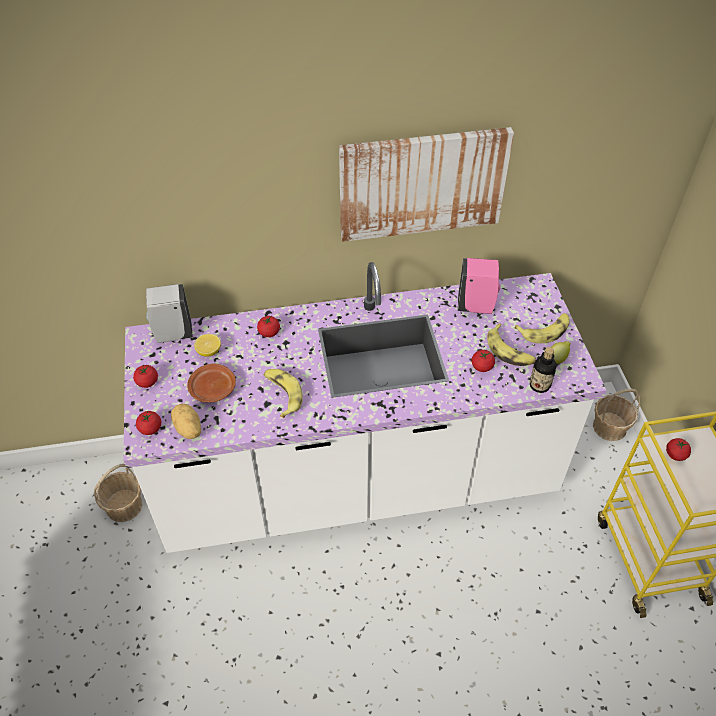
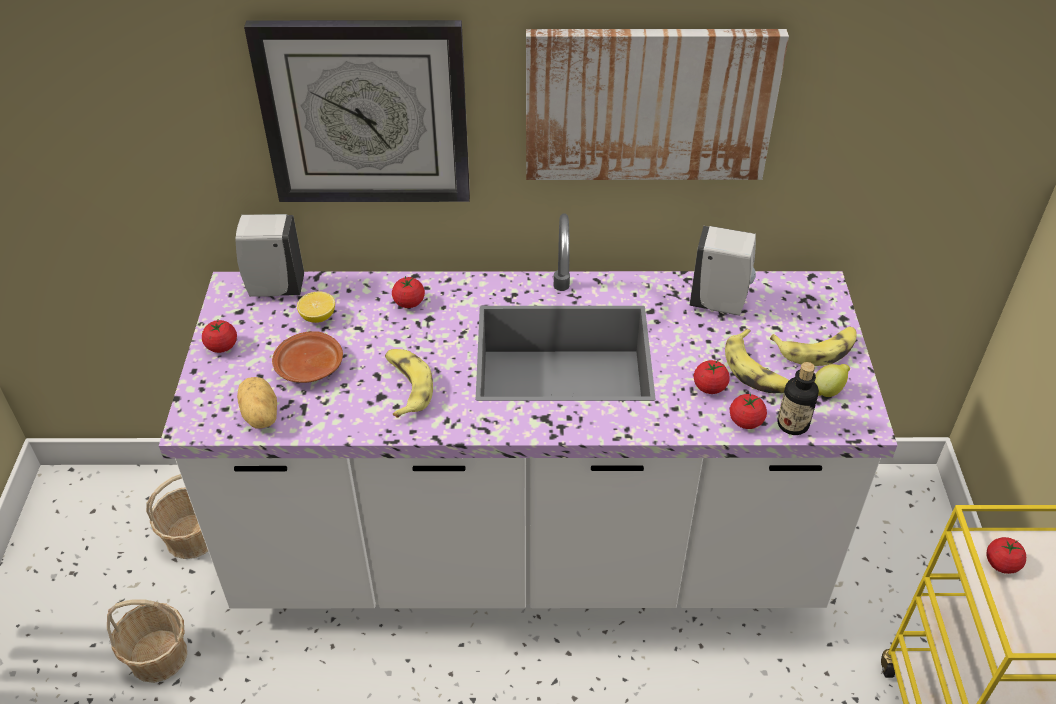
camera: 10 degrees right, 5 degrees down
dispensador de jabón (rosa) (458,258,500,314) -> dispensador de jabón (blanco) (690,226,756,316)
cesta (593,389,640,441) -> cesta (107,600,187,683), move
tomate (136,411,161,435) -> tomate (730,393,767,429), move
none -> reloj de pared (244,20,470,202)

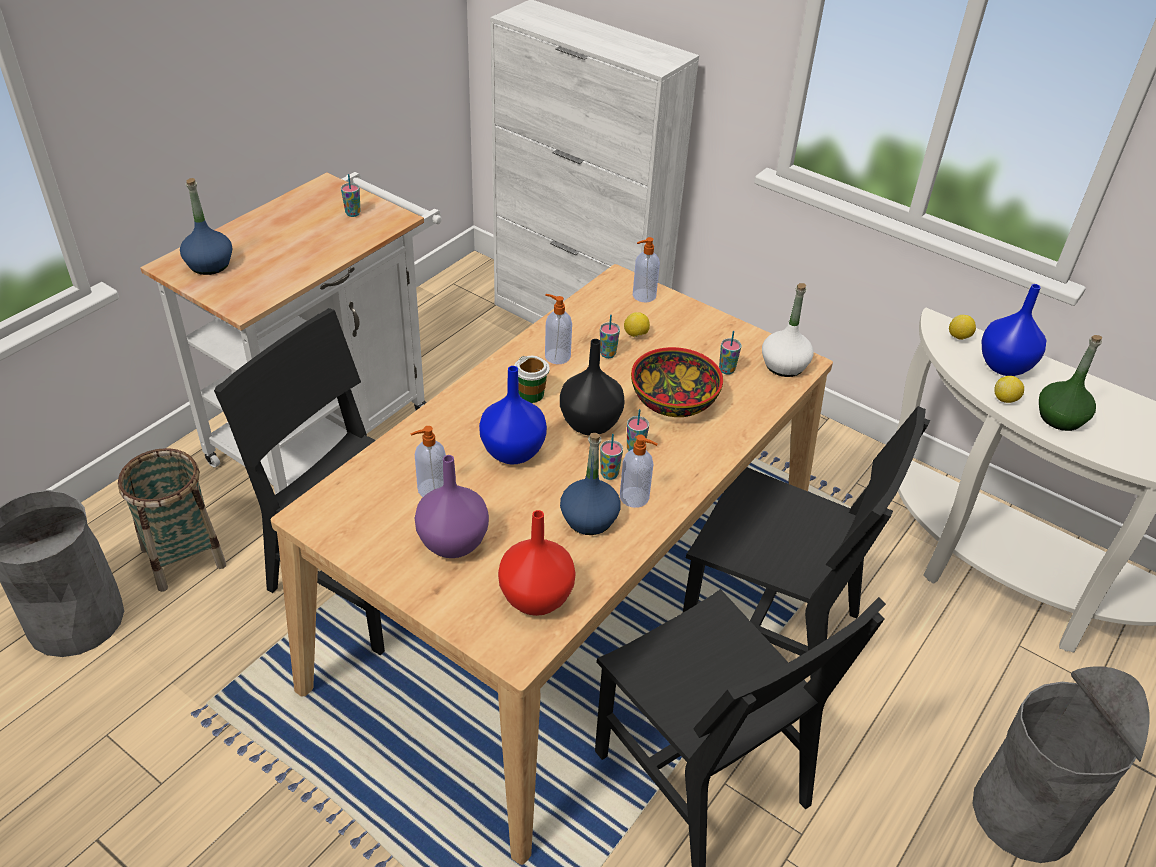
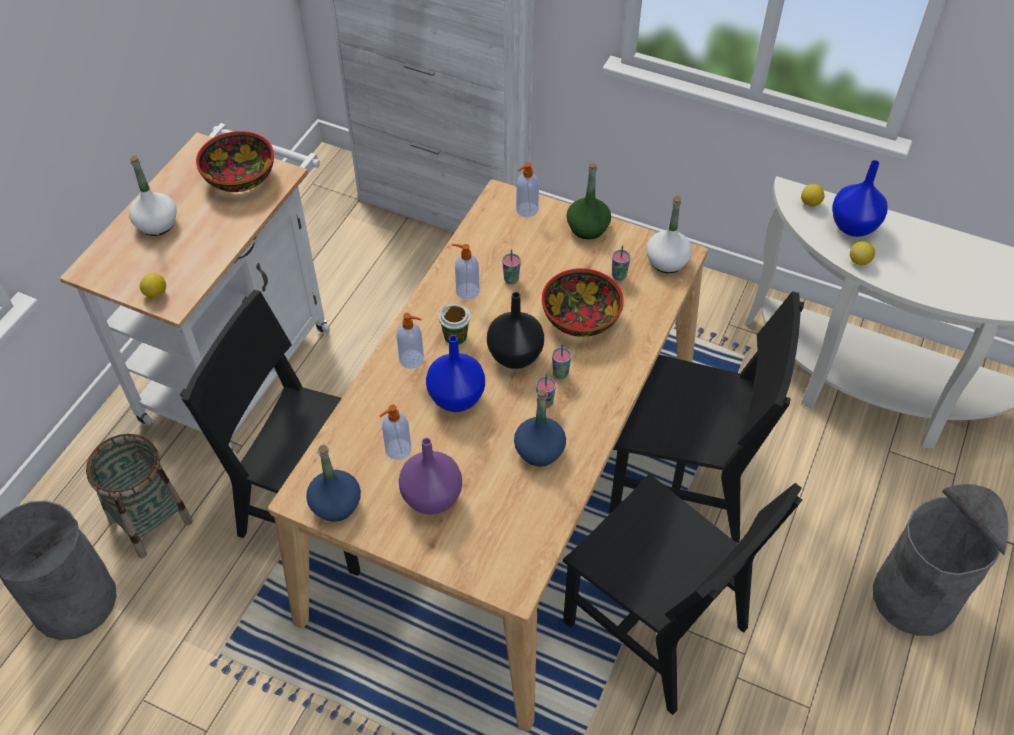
camera: 10 degrees left, 10 degrees up
taza (341,174,361,217) -> cuenco (196,131,274,192)
botella (azul) (180,178,232,275) -> botella (azul) (306,445,361,522), move
limón (624,312,650,337) -> limón (140,273,166,298), move
botella (verde) (1039,335,1102,431) -> botella (verde) (566,163,611,239), move
dispensador de jabón (620,435,658,508) -> dispensador de jabón (396,313,424,369), move
florero (rojo) (498,510,576,616) -> none
none -> botella (blanco) (129,155,177,236)

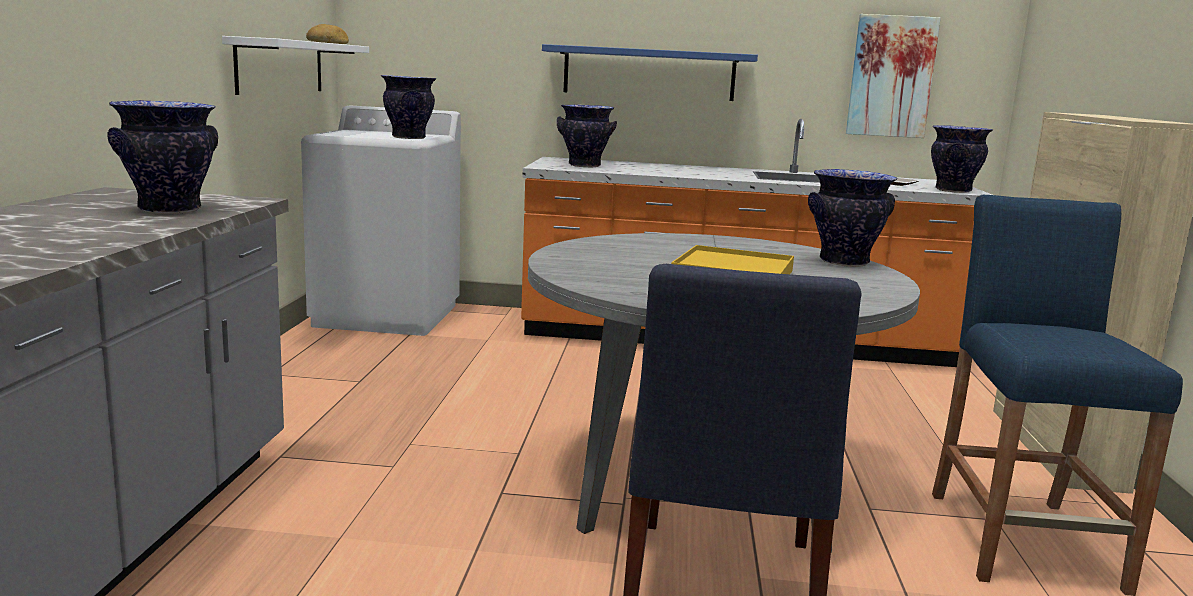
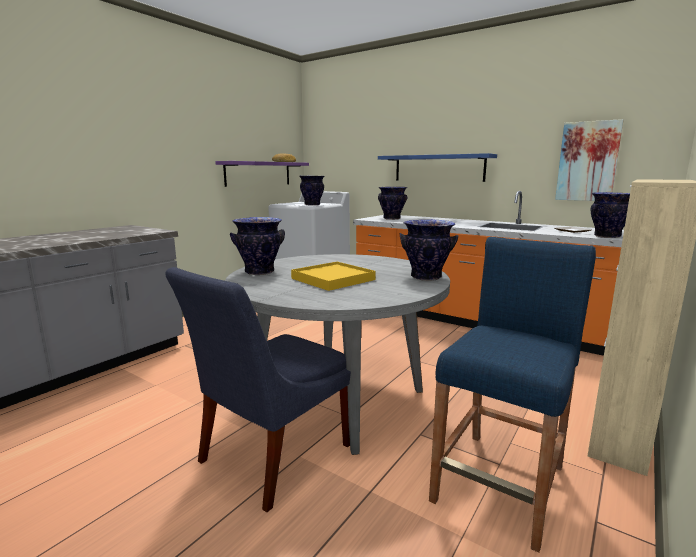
camera: 30 degrees right, 0 degrees up
estante (blanco) (222,36,369,95) -> estante (morado) (215,161,309,187)
florero (107,100,218,214) -> florero (230,217,285,275), move

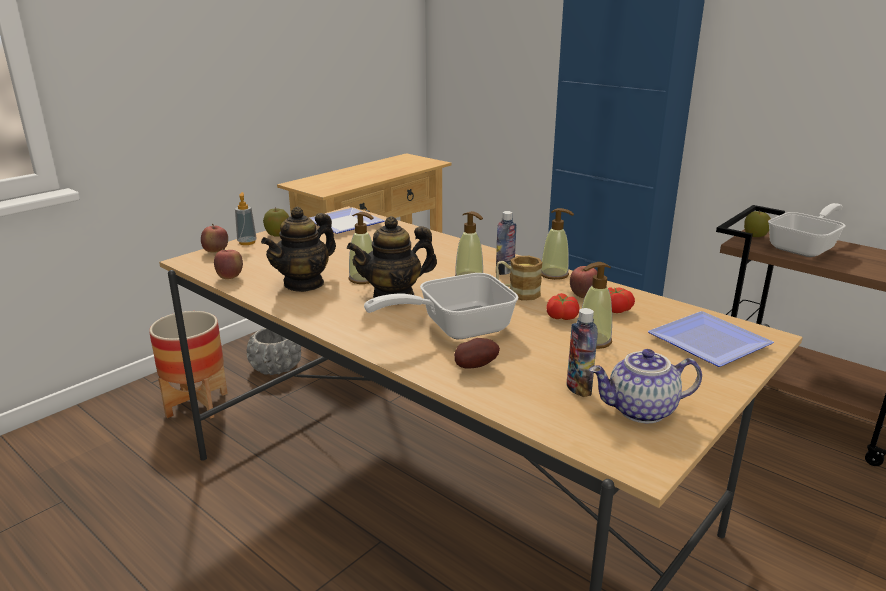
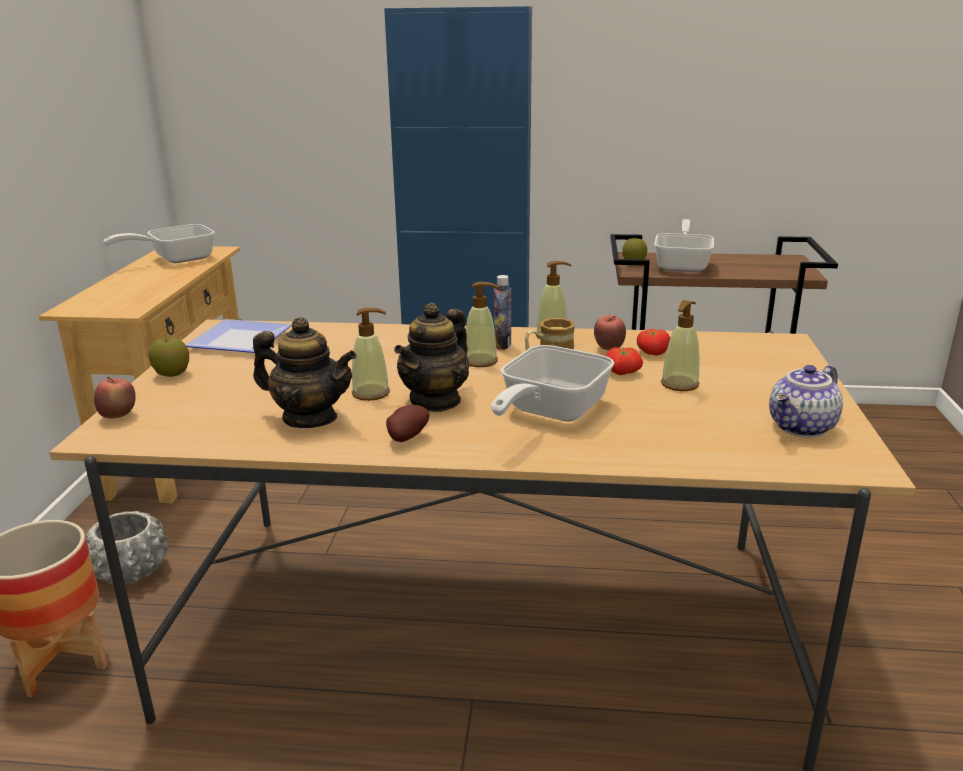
camera: 35 degrees left, 0 degrees up
dispensador de jabón (235,192,257,245) -> none
tetera (261,206,336,292) -> tetera (253,317,357,428), 75 degrees counterclockwise
manzana (214,249,243,279) -> none
botella (566,308,598,397) -> none
plato (648,311,774,367) -> none
patata (454,338,500,369) -> patata (386,405,430,442), move
none -> sartén (103,224,215,263)

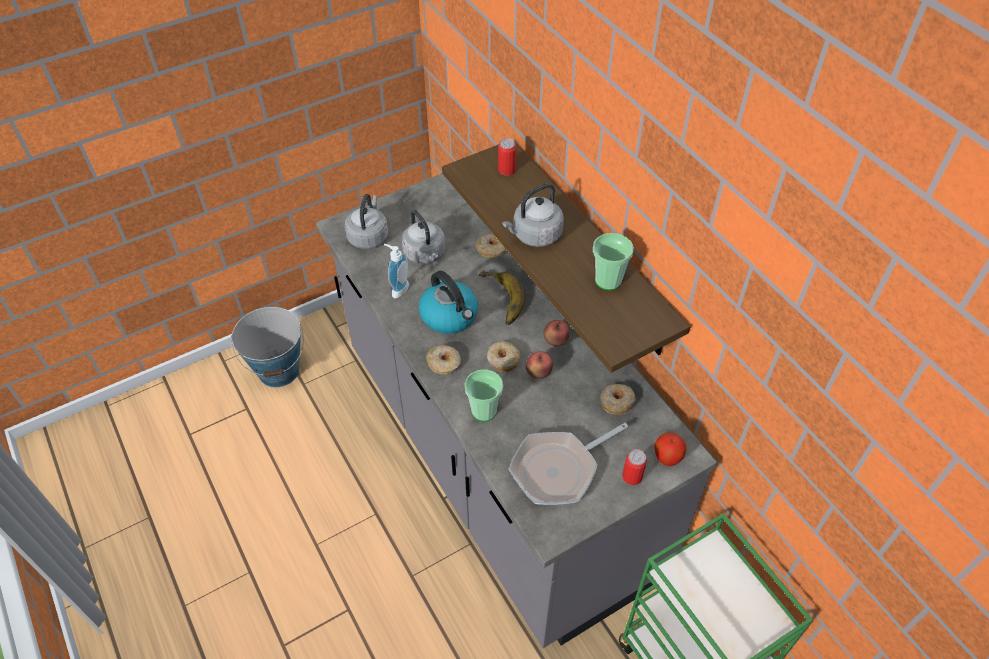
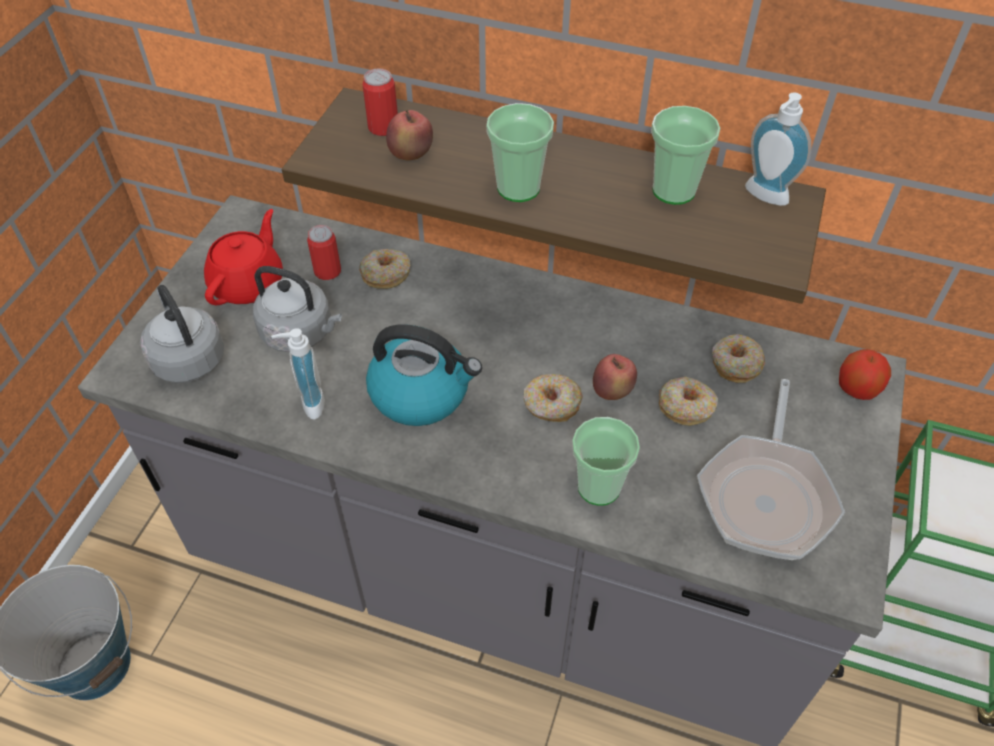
camera: 40 degrees left, 0 degrees up
hervidor (gris) (502,183,564,247) -> taza (486,103,554,202)
plátano (479,270,525,325) -> none
manzana (543,320,570,346) -> manzana (386,110,433,161), move
rosquilla (426,345,461,375) -> rosquilla (659,377,718,426), move
lata (622,449,647,485) -> lata (307,225,341,280), move
none -> dispensador de jabón (745,92,811,206)
none -> tetera (rojo) (204,209,283,305)

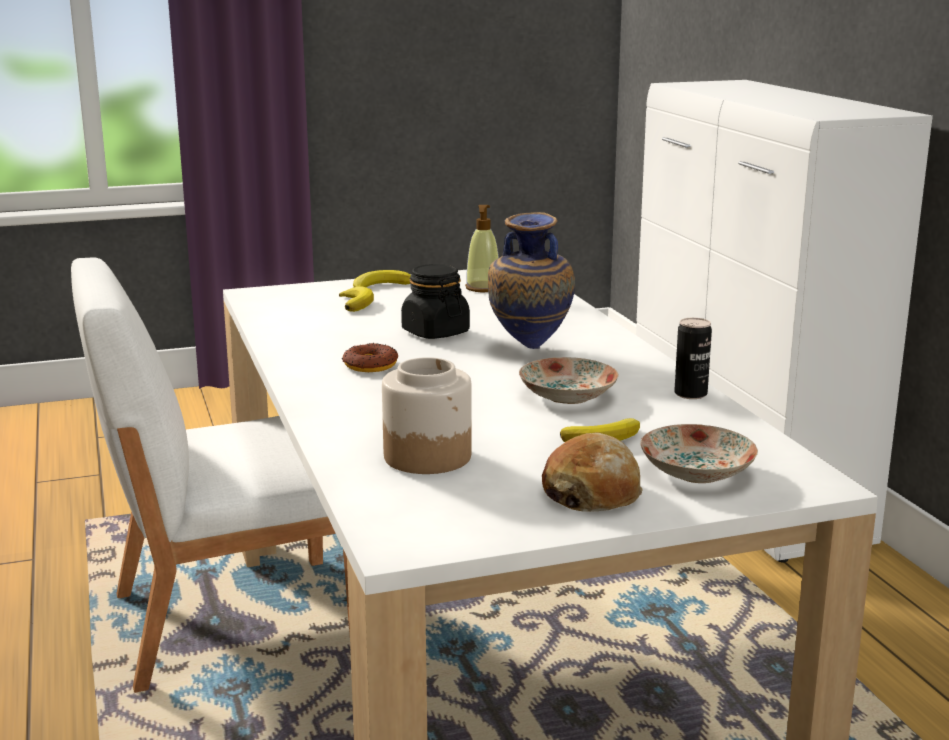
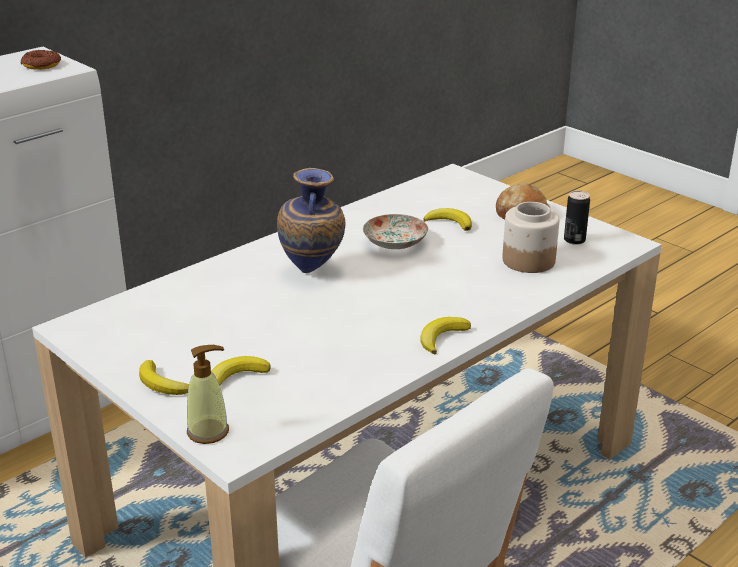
camera: 115 degrees left, 10 degrees up
dispensador de jabón (465,205,499,292) -> dispensador de jabón (187,345,229,444), move
tarro (negro) (401,264,470,339) -> none
lata (674,318,712,399) -> lata (564,191,590,245), move
rosquilla (342,343,398,372) -> rosquilla (20,50,61,70), move
plato (640,424,758,483) -> none
none -> plátano (420,317,471,354)

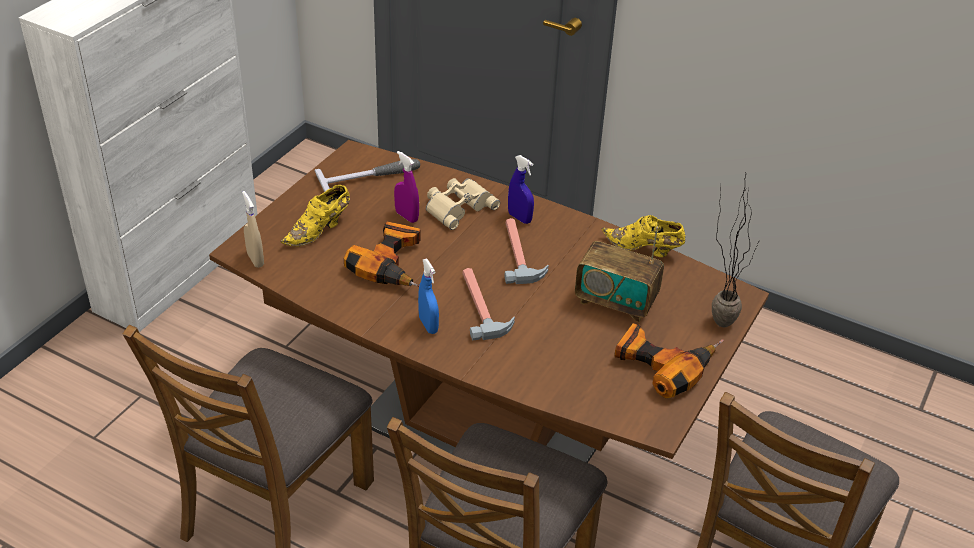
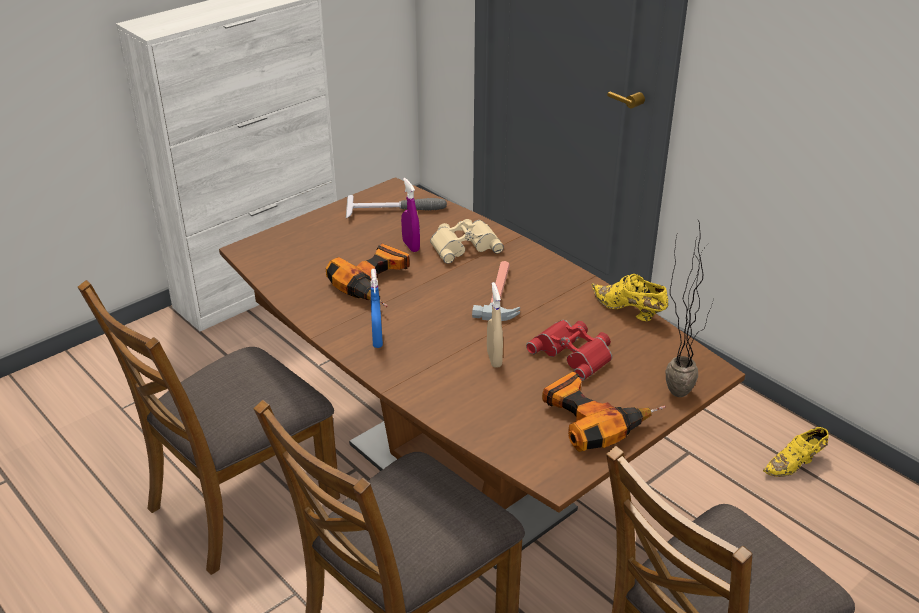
camera: 20 degrees right, 5 degrees down
pulverizador (azul) (508,155,534,224) -> none
zapato (amarillo) (281,185,350,247) -> zapato (amarillo) (763,427,829,477), move
pulverizador (beis) (242,191,264,268) -> pulverizador (beis) (487,282,503,368), move
radio (575,227,664,322) -> prismáticos (rojo) (526,320,612,381)
martillo (463,268,515,341) -> none

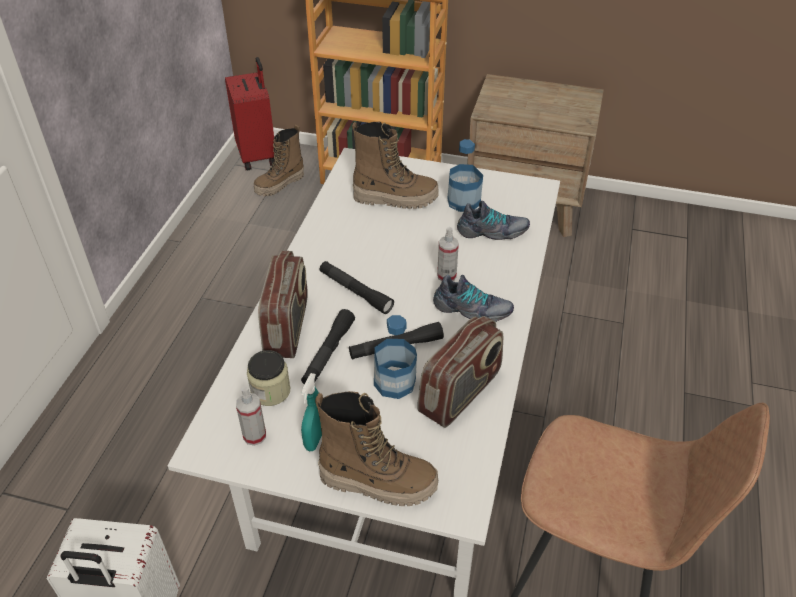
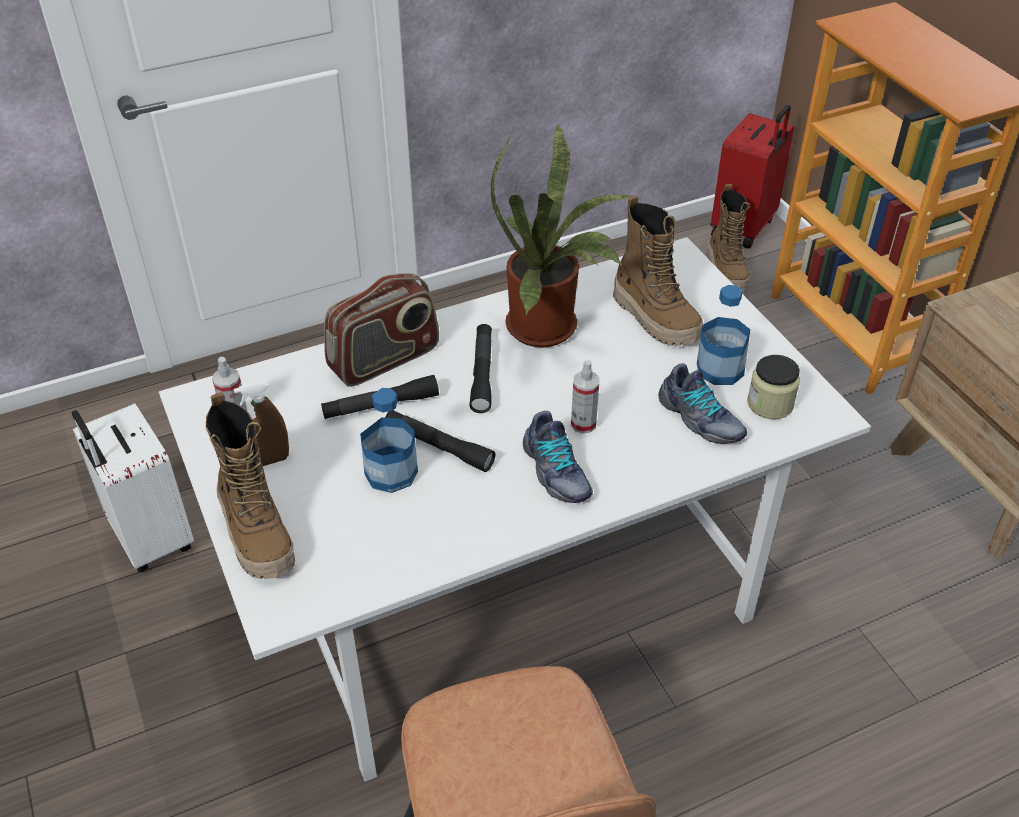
camera: 50 degrees right, 0 degrees up
bota (253,125,304,196) -> bota (707,184,750,291), 105 degrees counterclockwise
radio (417,316,503,428) -> none
tarro (247,350,291,406) -> tarro (747,355,800,419), move
pulverizador (turquesa) (301,373,322,451) -> pulverizador (marrón) (234,381,289,466)
none -> planta en maceta (491,124,636,347)

